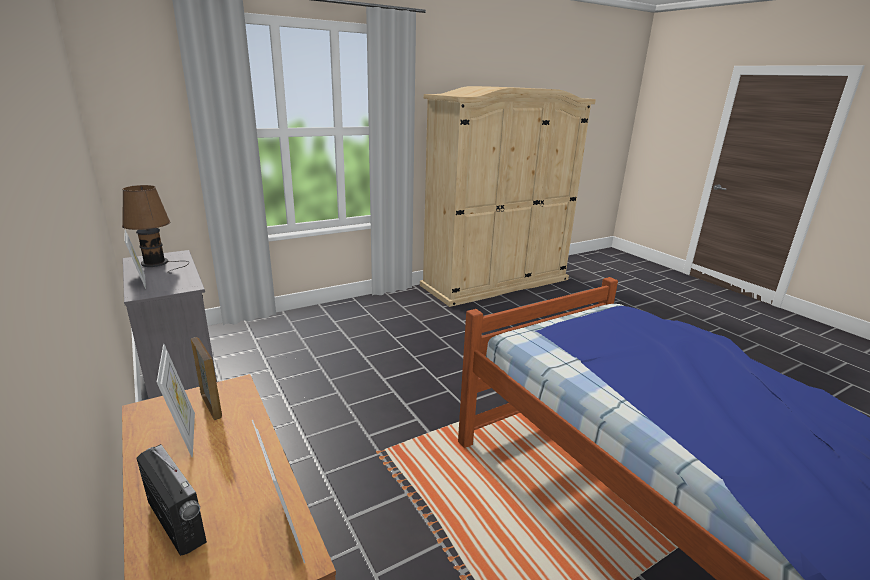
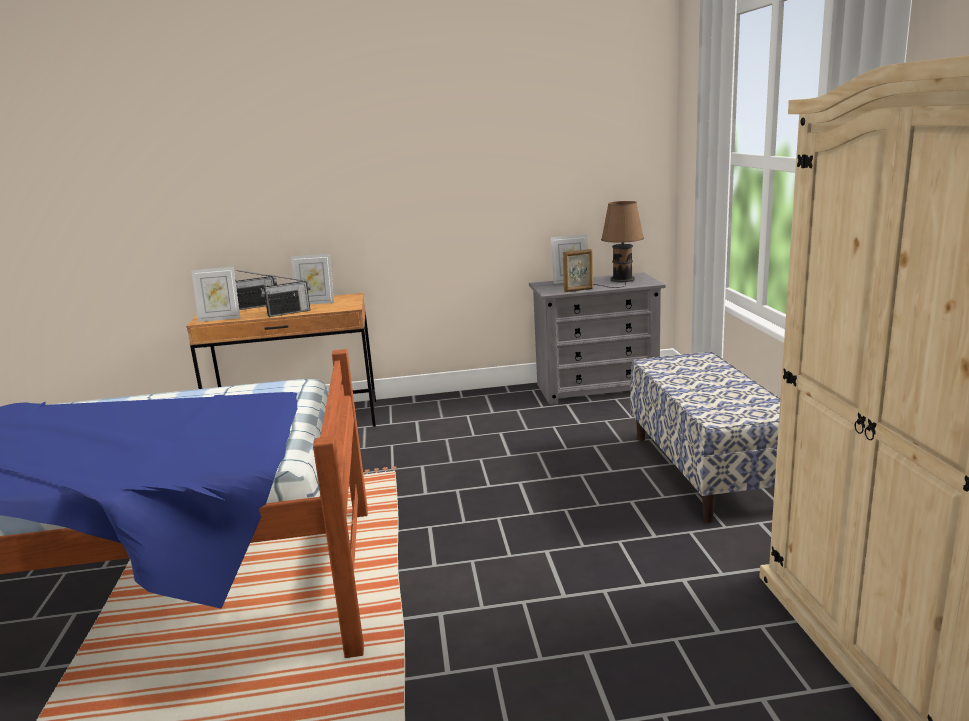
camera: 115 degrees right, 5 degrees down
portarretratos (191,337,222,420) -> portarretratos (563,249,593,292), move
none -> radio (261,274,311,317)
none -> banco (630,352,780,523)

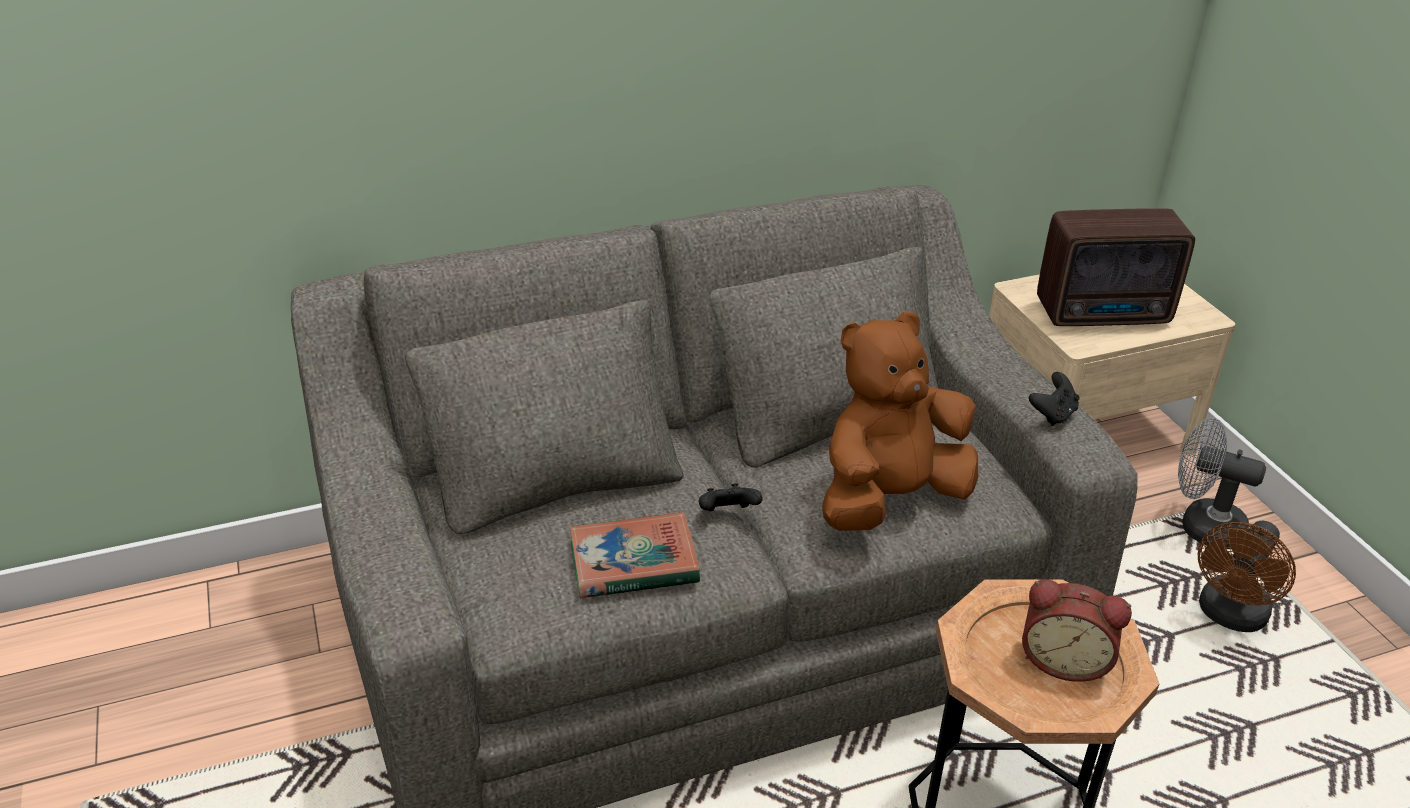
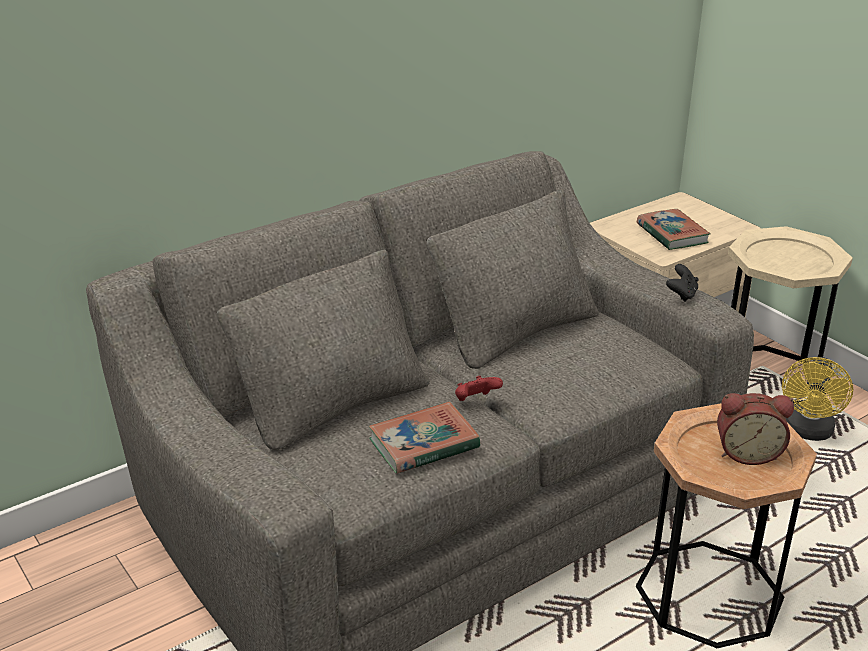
camera: 15 degrees left, 5 degrees down
radio (1037,208,1195,326) -> libro (637,209,711,250)
peluche (marrón) (822,311,978,531) -> none
ventilador (gris) (1178,418,1266,549) -> mesa auxiliar (beis) (728,226,853,403)
mando de consola (negro) (699,483,763,511) -> mando de consola (rojo) (455,376,503,401)
ventilador (marrón) (1198,520,1296,632) -> ventilador (amarillo) (782,357,853,441)

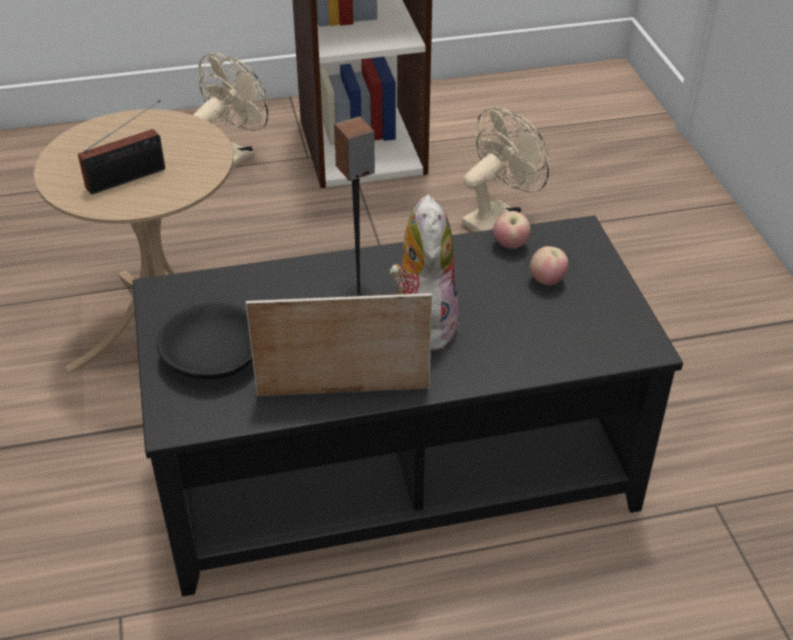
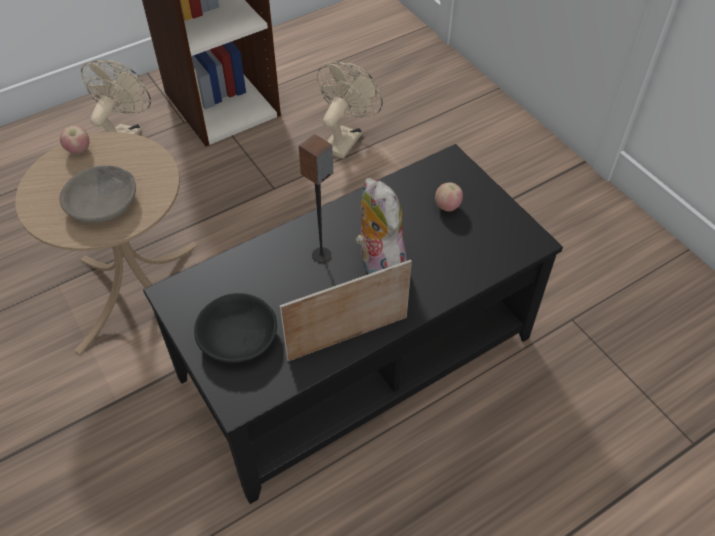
camera: 20 degrees left, 10 degrees up
radio (78,100,165,195) -> cuenco (gris) (59,166,136,223)
manzana (493,211,531,249) -> manzana (60,126,90,154), move

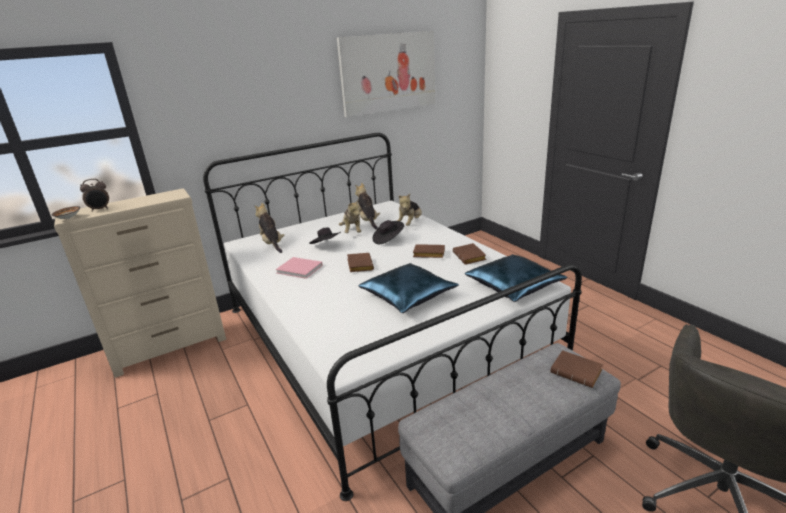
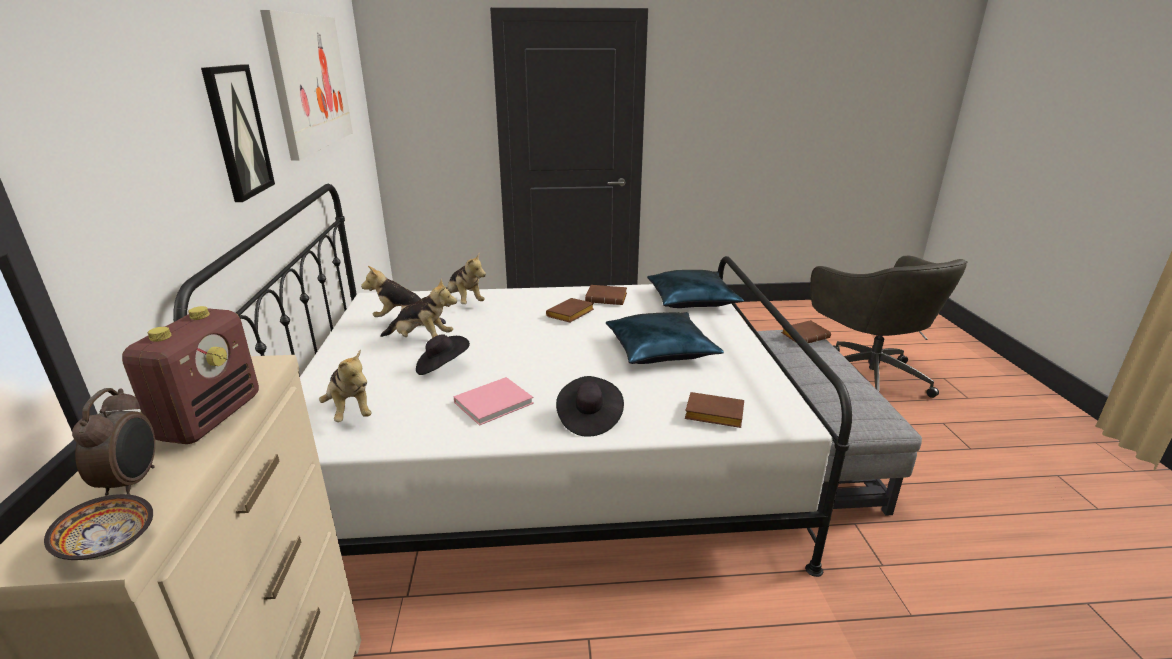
camera: 65 degrees left, 0 degrees up
peluche (254,203,284,253) -> peluche (319,350,372,422), 120 degrees counterclockwise
sombrero (negro) (373,220,404,244) -> sombrero (negro) (556,376,624,437), move
libro (marrón) (347,253,374,272) -> libro (marrón) (685,392,744,428), move
none -> cuadro (201,64,275,202)
none -> radio (122,306,259,444)

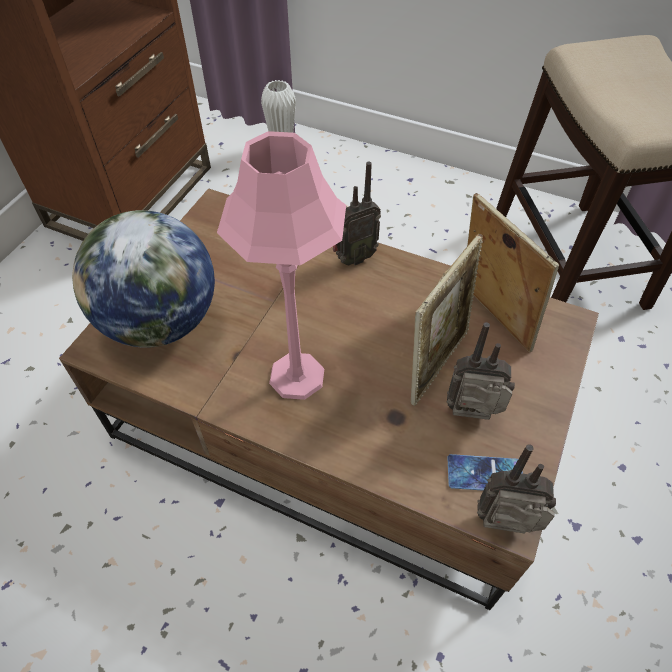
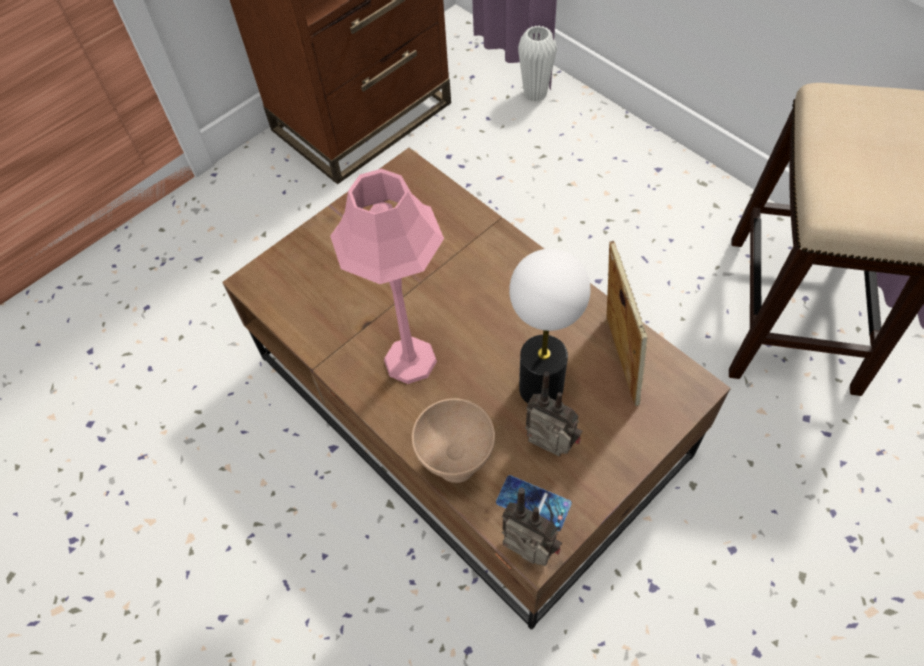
camera: 25 degrees right, 5 degrees up
radio (333,162,381,266) -> none
globo terráqueo (72,210,215,348) -> none
portarretratos (411,234,483,406) -> lámpara de mesa (509,249,591,403)
none -> cuenco (beis) (412,398,495,483)

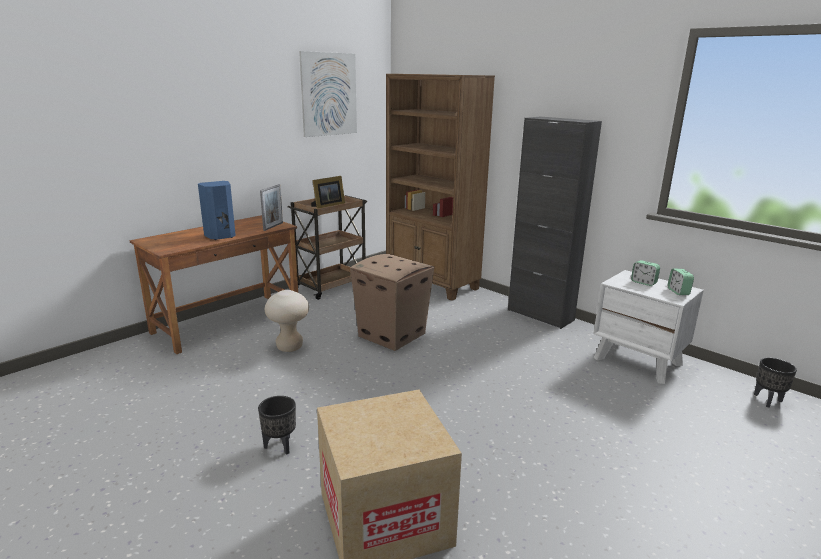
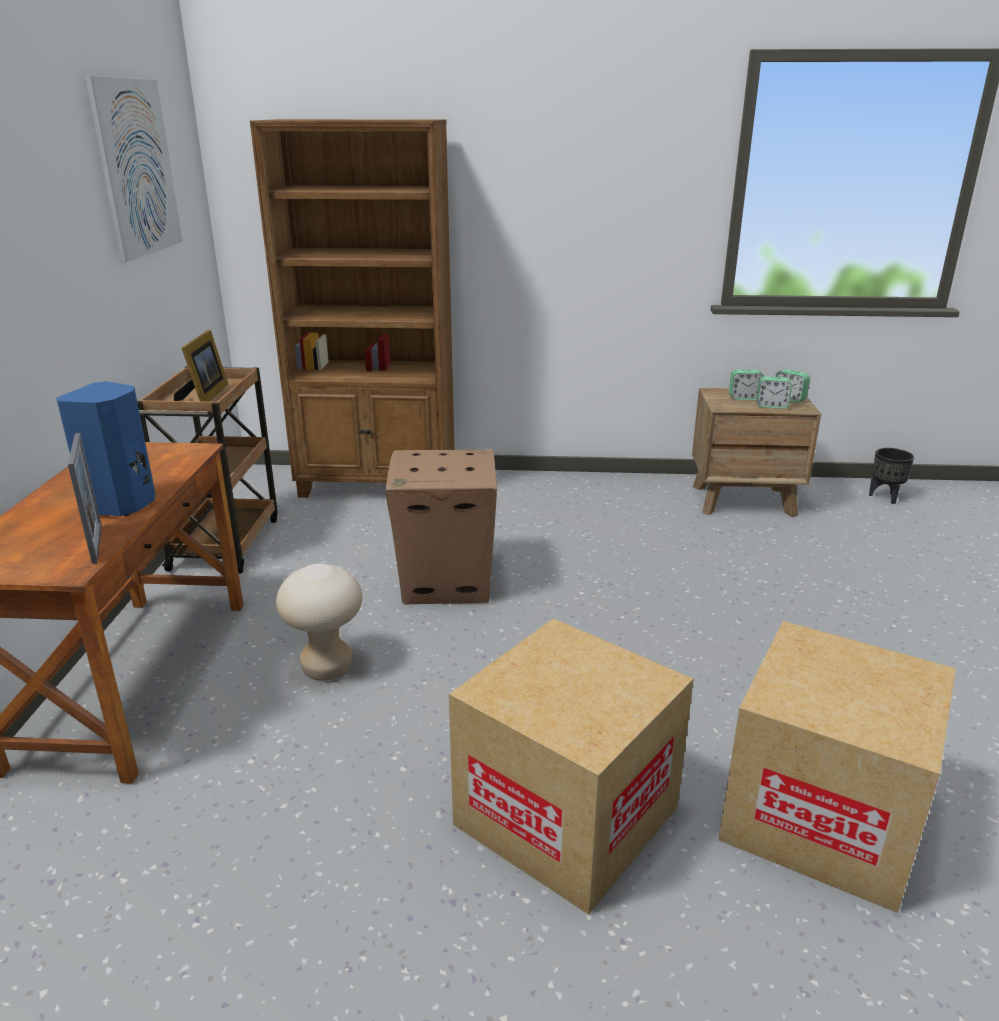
camera: 40 degrees left, 5 degrees up
armario (negro) (508,116,602,329) -> none
portarretratos (260,184,283,231) -> portarretratos (68,433,102,564), move
mesita de noche (blanco) (593,270,704,384) -> mesita de noche (marrón) (692,388,821,517)
maceta (negro) (258,396,296,455) -> caja de cartón (449,618,694,915)
none -> despertador (756,376,792,409)

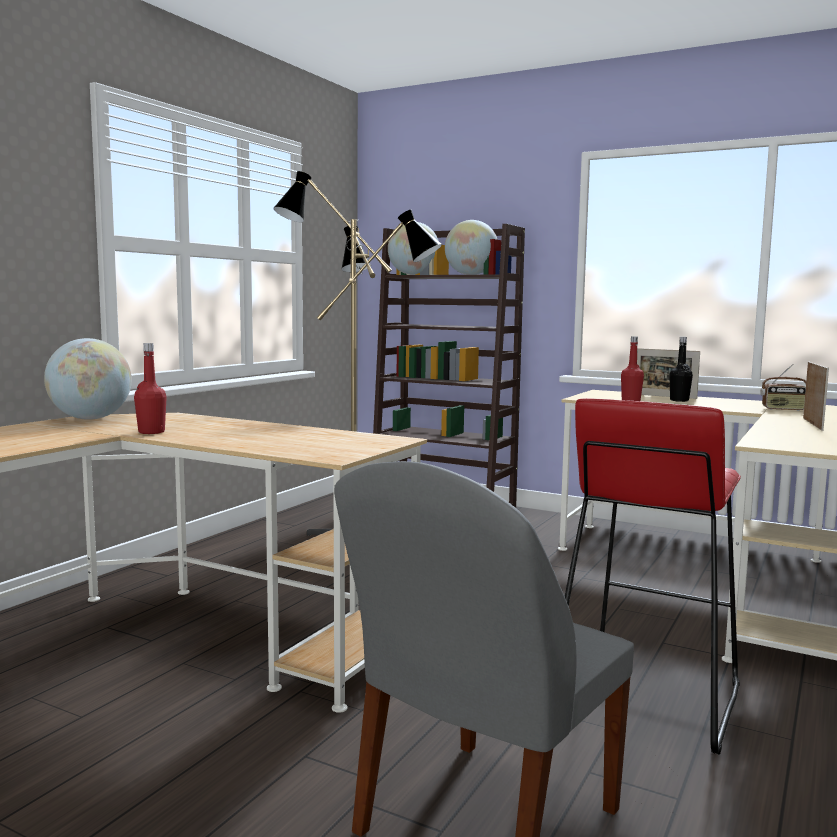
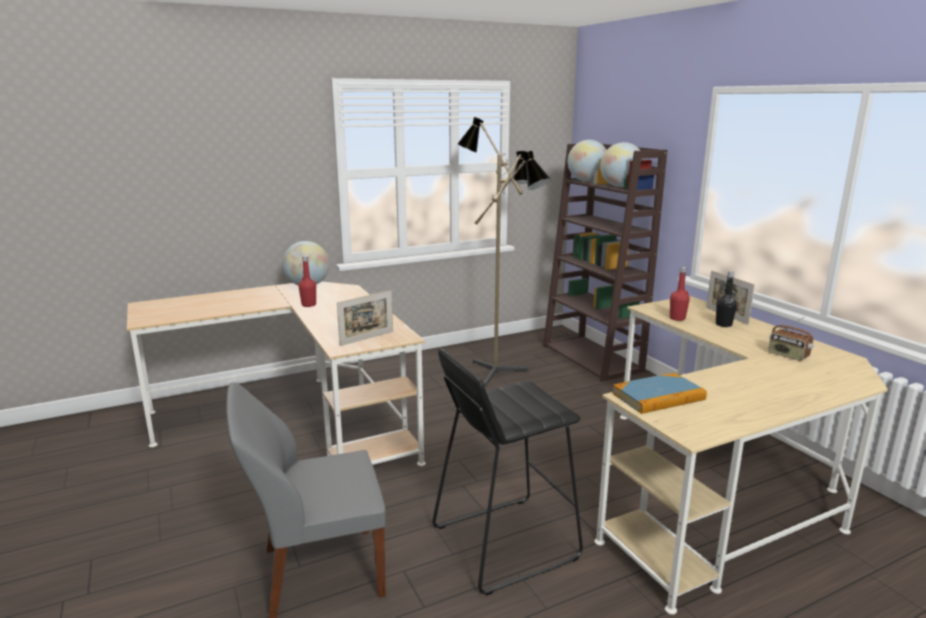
camera: 35 degrees right, 10 degrees up
portarretratos (803,362,829,431) -> portarretratos (337,290,393,346), move
taburete (rojo) (565,398,741,754) -> taburete (negro) (433,348,583,596)
none -> libro (612,373,707,414)

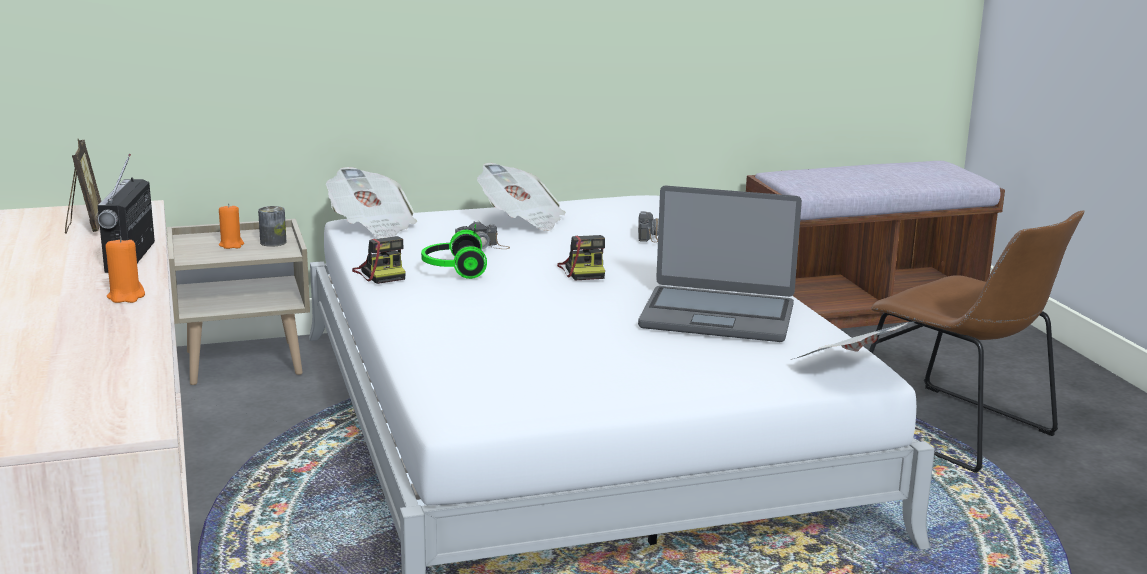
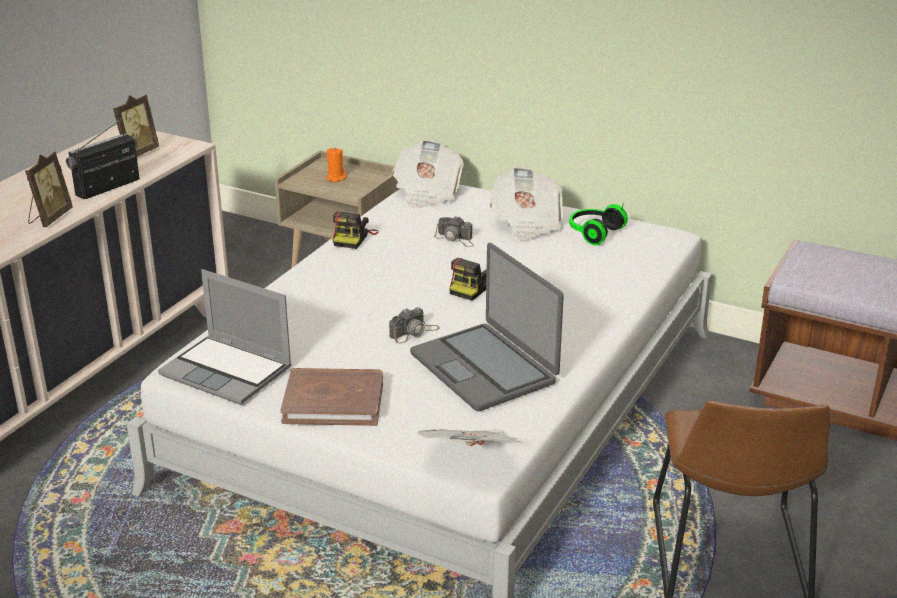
camera: 45 degrees right, 10 degrees up
lata (258,206,287,247) -> none
cámara (638,211,659,242) -> cámara (389,307,440,343), move
auriculares (421,224,487,279) -> auriculares (569,203,628,245), move
vela (naranja) (106,236,145,303) -> portarretratos (25,152,73,227)
none -> portátil (158,269,292,405)
none -> libro (marrón) (280,368,383,426)

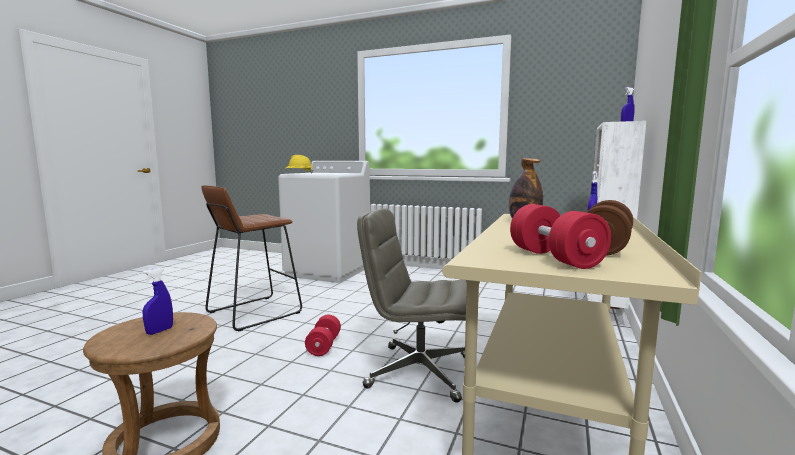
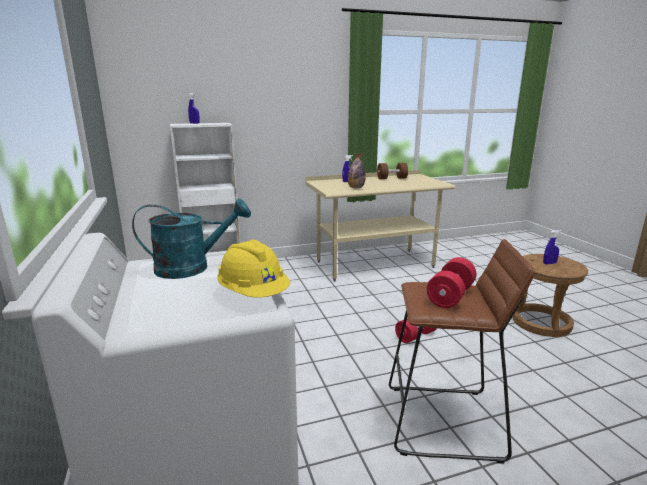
camera: 130 degrees left, 10 degrees up
mancuerna (rojo) (510,204,611,269) -> mancuerna (rojo) (426,257,476,308), move
silla de oficina (gris) (357,209,467,403) -> none
none -> regadera (turquesa) (132,199,251,279)

